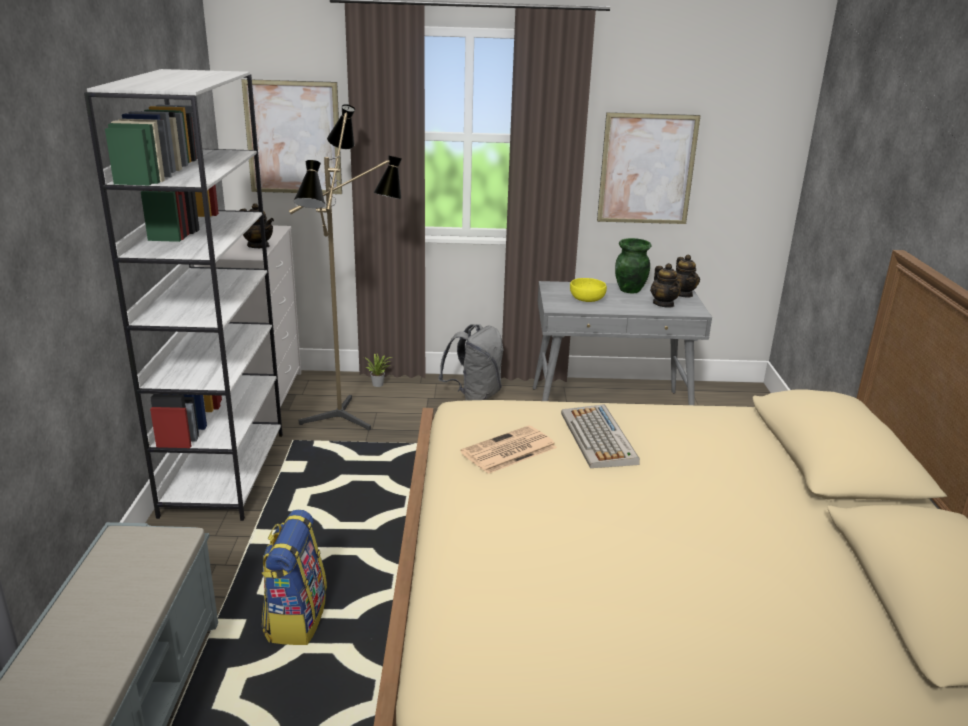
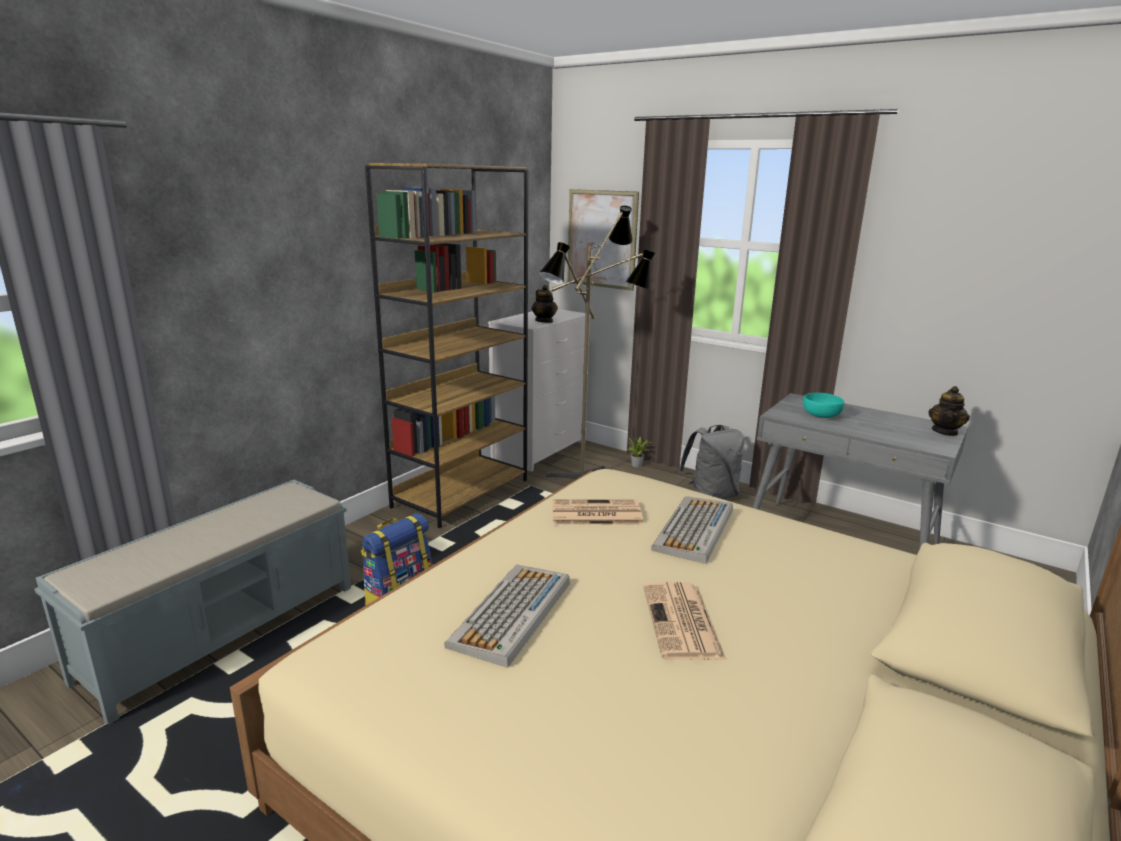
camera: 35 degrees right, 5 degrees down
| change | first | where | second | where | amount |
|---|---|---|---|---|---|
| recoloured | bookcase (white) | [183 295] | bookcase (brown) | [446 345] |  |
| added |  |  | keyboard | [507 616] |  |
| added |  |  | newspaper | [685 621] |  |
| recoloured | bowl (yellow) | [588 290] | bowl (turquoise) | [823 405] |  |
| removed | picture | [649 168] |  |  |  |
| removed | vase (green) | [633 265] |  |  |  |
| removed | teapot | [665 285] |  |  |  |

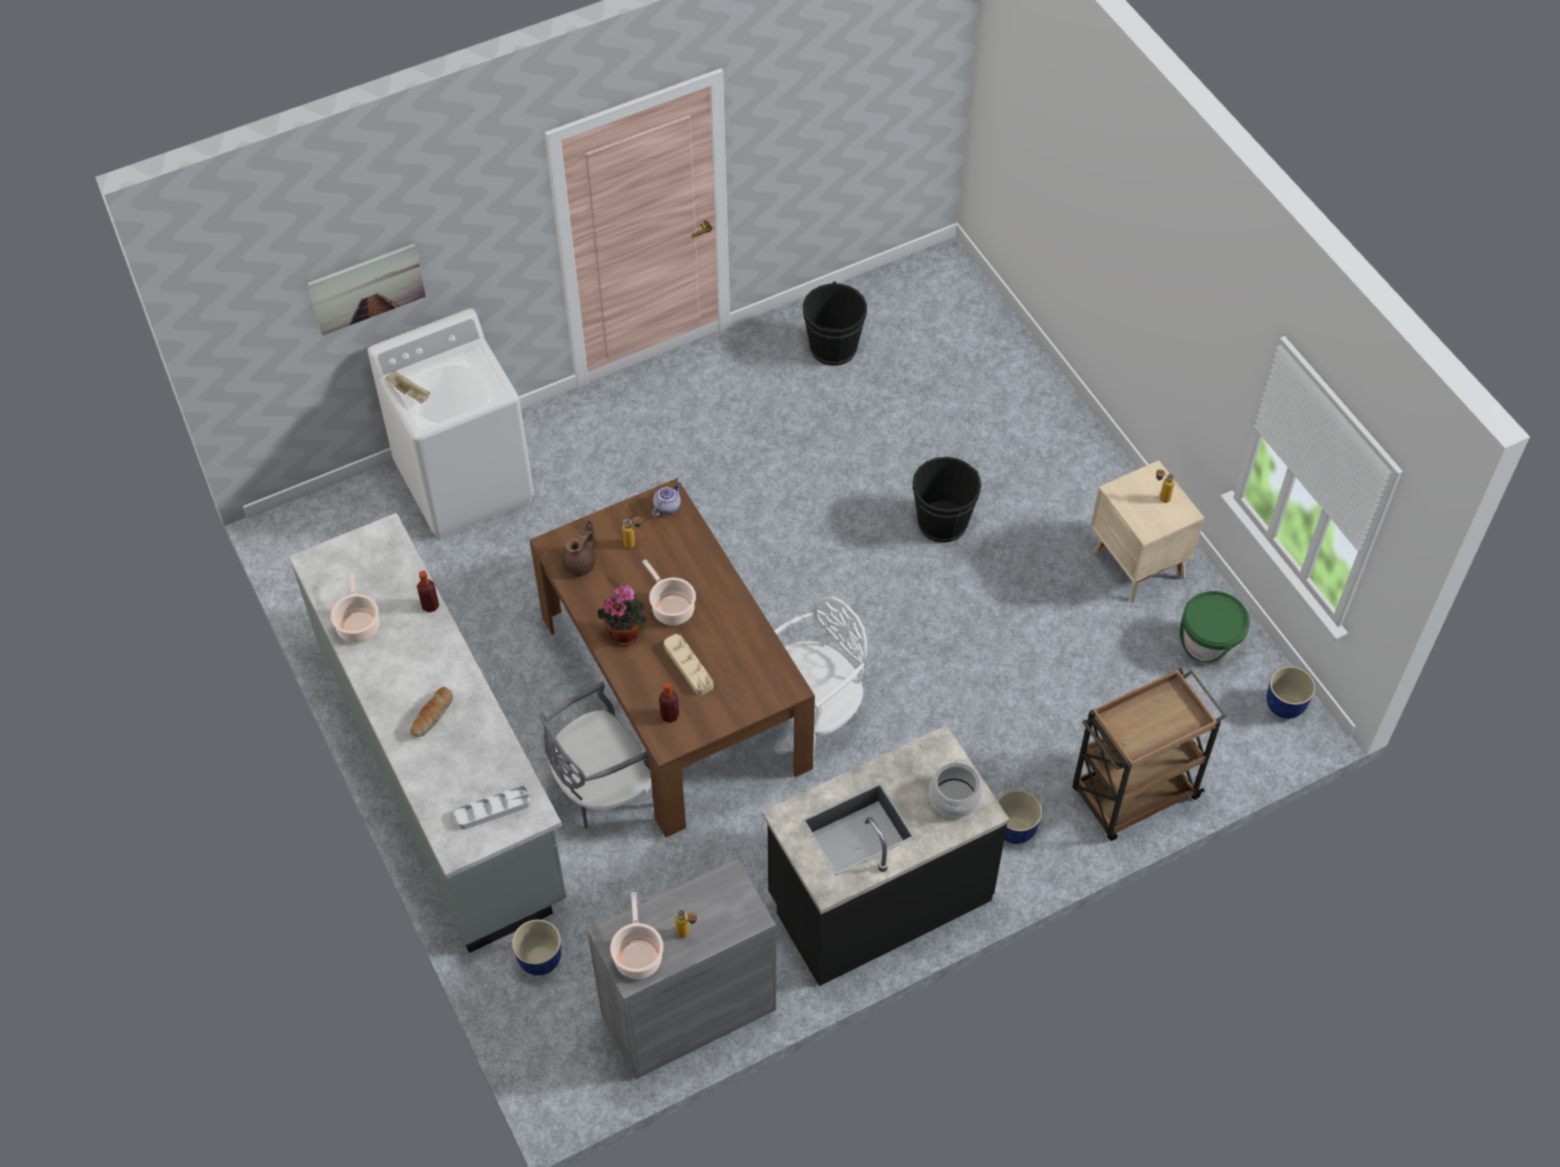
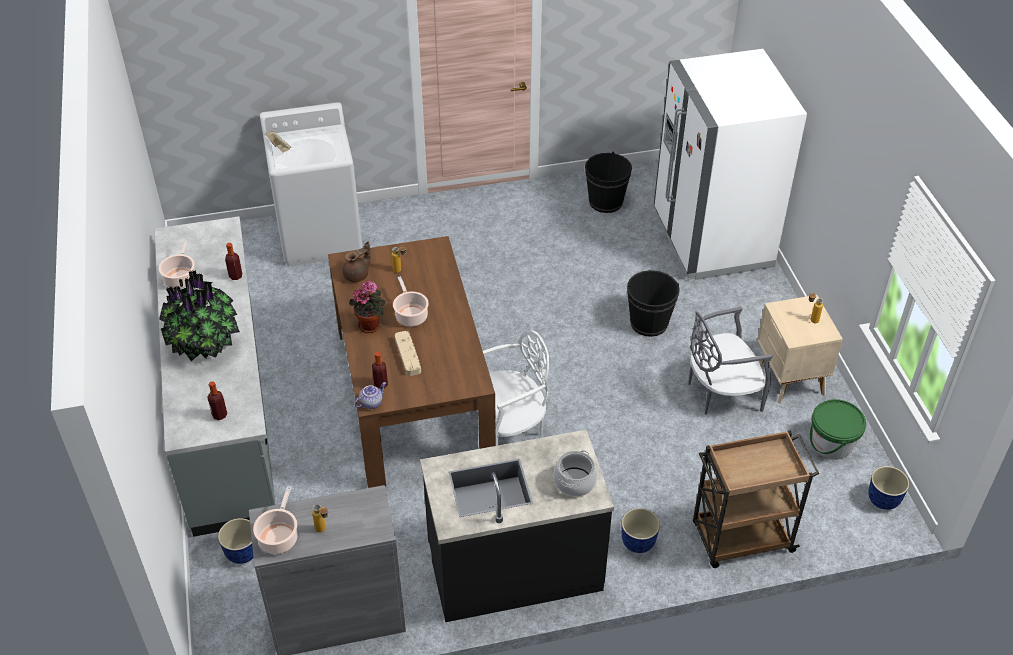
camera: 15 degrees right, 10 degrees down
| change | first | where | second | where | amount |
|---|---|---|---|---|---|
| replaced | bread | [431 712] | potted plant | [199 315] |  |
| replaced | tray (grey) | [493 808] | bottle | [217 400] |  |
| moved | teapot | [666 498] |  | [370 395] |  |
| added |  |  | fridge (white) | [730 164] |  |
| moved | chair (grey) | [595 755] |  | [730 361] |  |
| removed | picture | [367 290] |  |  |  |

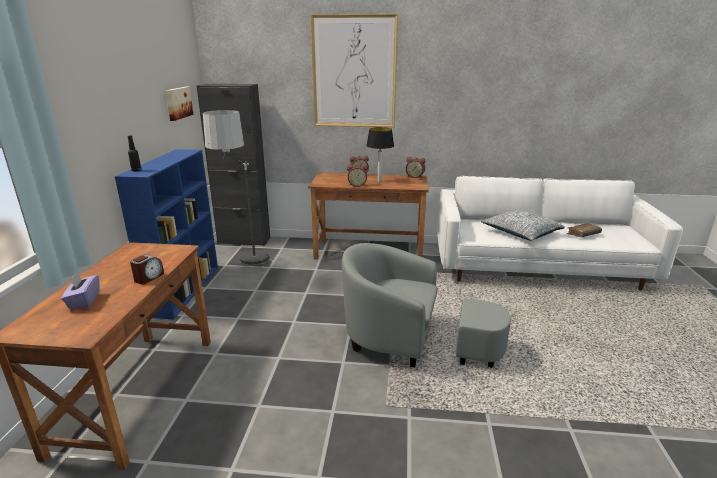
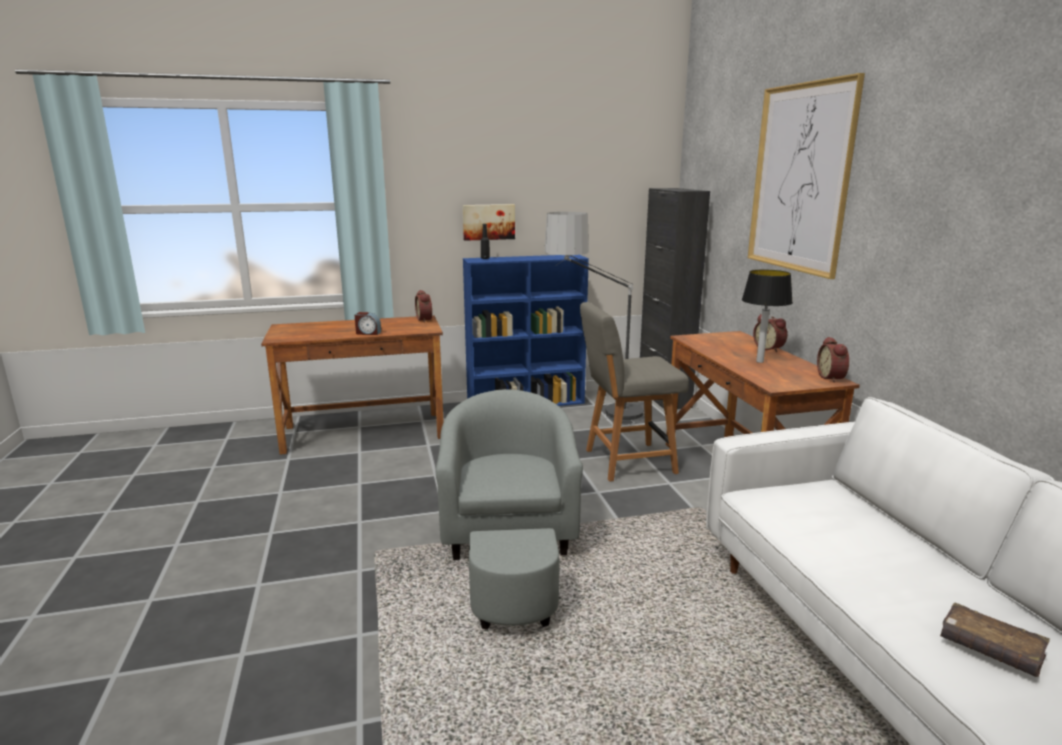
camera: 70 degrees right, 5 degrees down
| change | first | where | second | where | amount |
|---|---|---|---|---|---|
| moved | alarm clock | [357 176] |  | [423 306] |  |
| moved | picture | [179 104] |  | [488 222] |  |
| added |  |  | chair (grey) | [634 392] |  |
| removed | tissue box (purple) | [80 291] |  |  |  |
| removed | pillow | [523 225] |  |  |  |

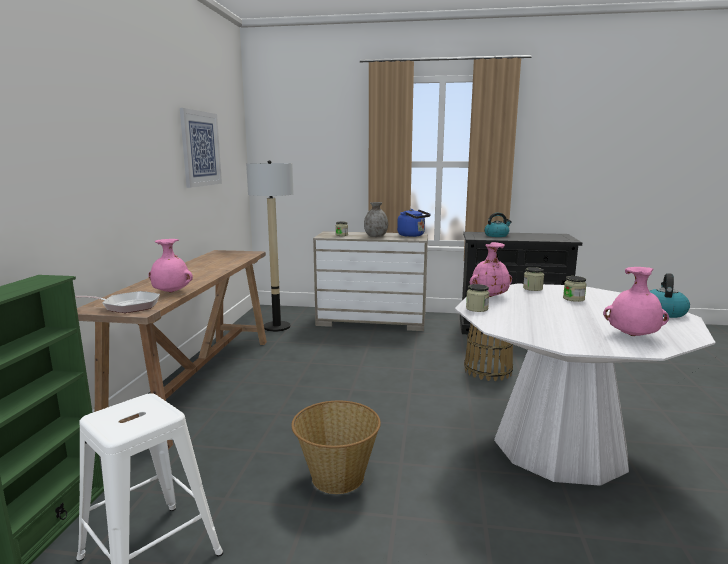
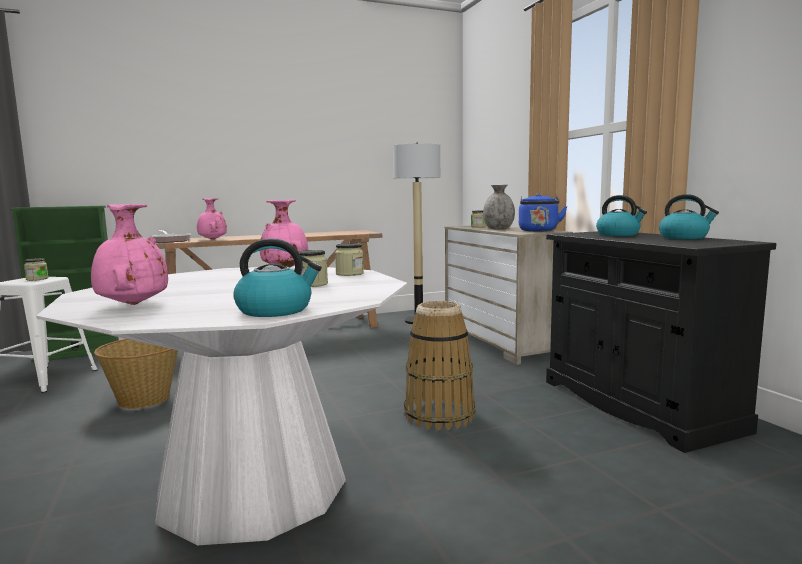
camera: 60 degrees right, 5 degrees down
| change | first | where | second | where | amount |
|---|---|---|---|---|---|
| moved | jar | [477 298] |  | [36 269] |  |
| added |  |  | kettle | [689 216] |  |
| removed | picture | [201 148] |  |  |  |

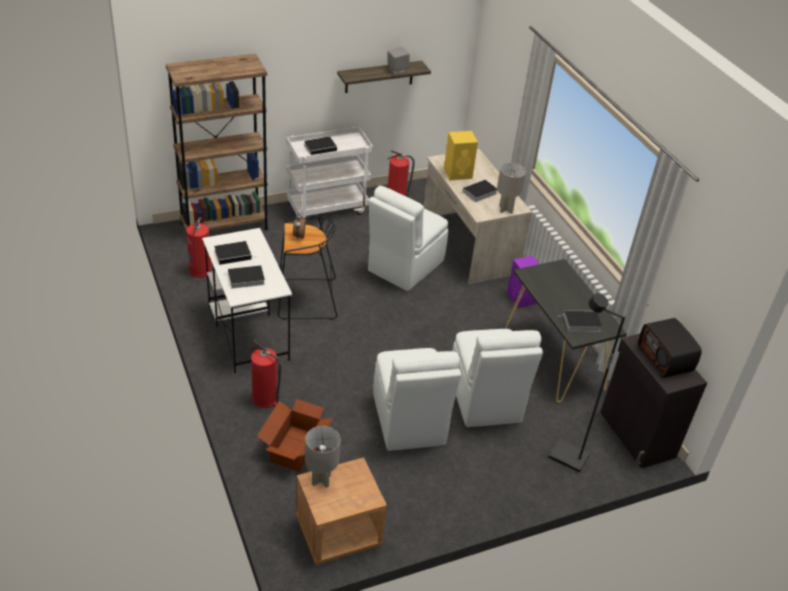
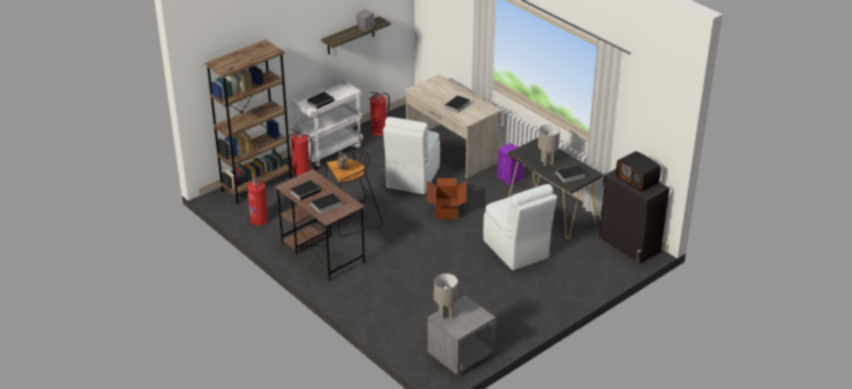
camera: 15 degrees left, 5 degrees down
| change | first | where | second | where | amount |
|---|---|---|---|---|---|
| recoloured | desk (white) | [247 300] | desk (brown) | [320 225] |  |
| moved | fire extinguisher | [265 374] |  | [301 152] |  |
| moved | cardboard box | [295 435] |  | [447 198] |  |
| recoloured | nightstand (brown) | [341 511] | nightstand (grey) | [461 335] |  |
| moved | table lamp (grey) | [511 188] |  | [549 145] |  |
| removed | chair (white) | [417 399] |  |  |  |
| removed | speaker (yellow) | [461 155] |  |  |  |
| removed | floor lamp (black) | [586 382] |  |  |  |

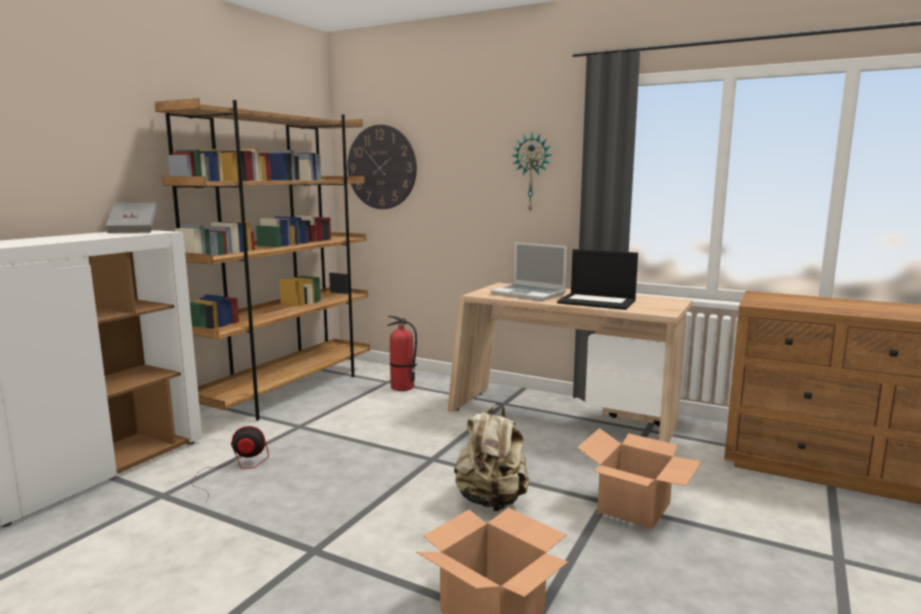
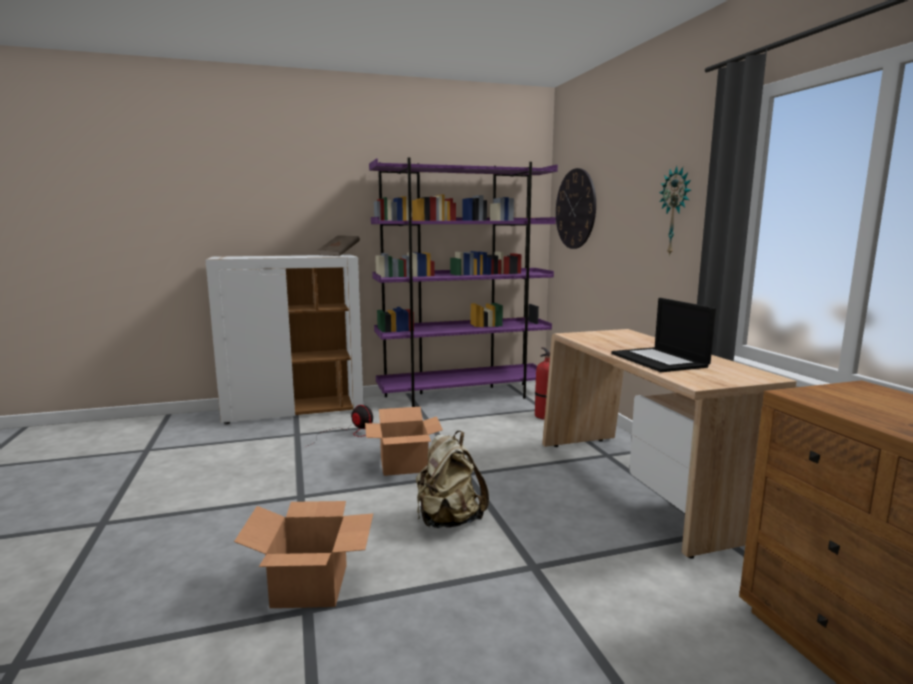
camera: 45 degrees right, 0 degrees up
| change | first | where | second | where | amount |
|---|---|---|---|---|---|
| recoloured | book (grey) | [132 218] | book (brown) | [338 245] |  |
| moved | cardboard box | [639 478] |  | [404 441] |  |
| recoloured | bookcase (brown) | [262 259] | bookcase (purple) | [463 282] |  |
| removed | laptop | [529 271] |  |  |  |

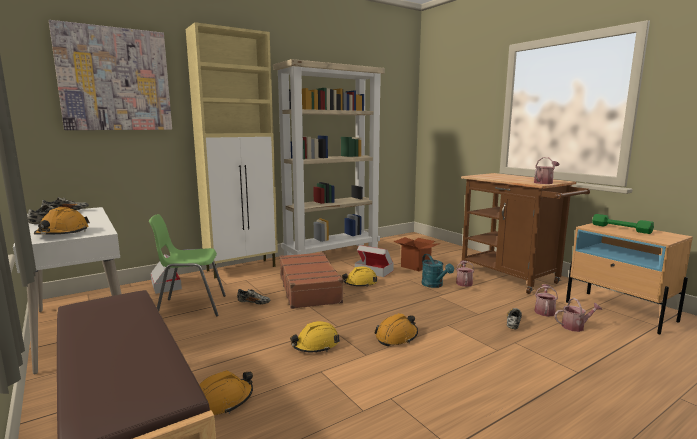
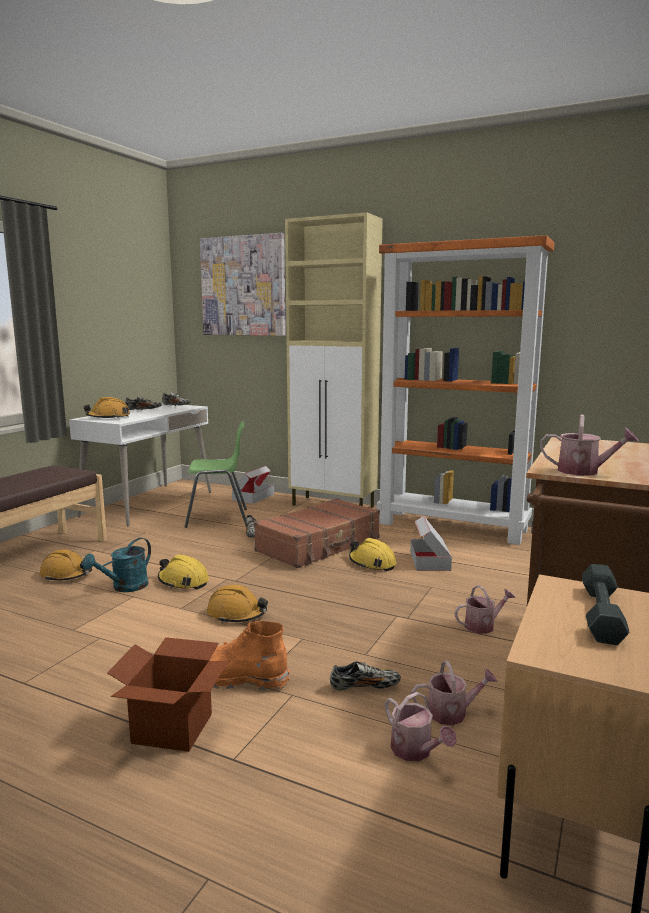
camera: 60 degrees right, 0 degrees up
| change | first | where | second | where | amount |
|---|---|---|---|---|---|
| moved | watering can (turquoise) | [438 271] |  | [116 565] |  |
| moved | cardboard box | [417 254] |  | [168 694] |  |
| turned | chair (green) | [187 265] |  | [216 474] | 120 degrees clockwise |
| added |  |  | boot (orange) | [249 656] |  |
| recoloured | bookcase (beige) | [329 157] | bookcase (orange) | [465 390] |  |
| recoloured | dumbbell (green) | [623 224] | dumbbell (grey) | [605 604] |  |

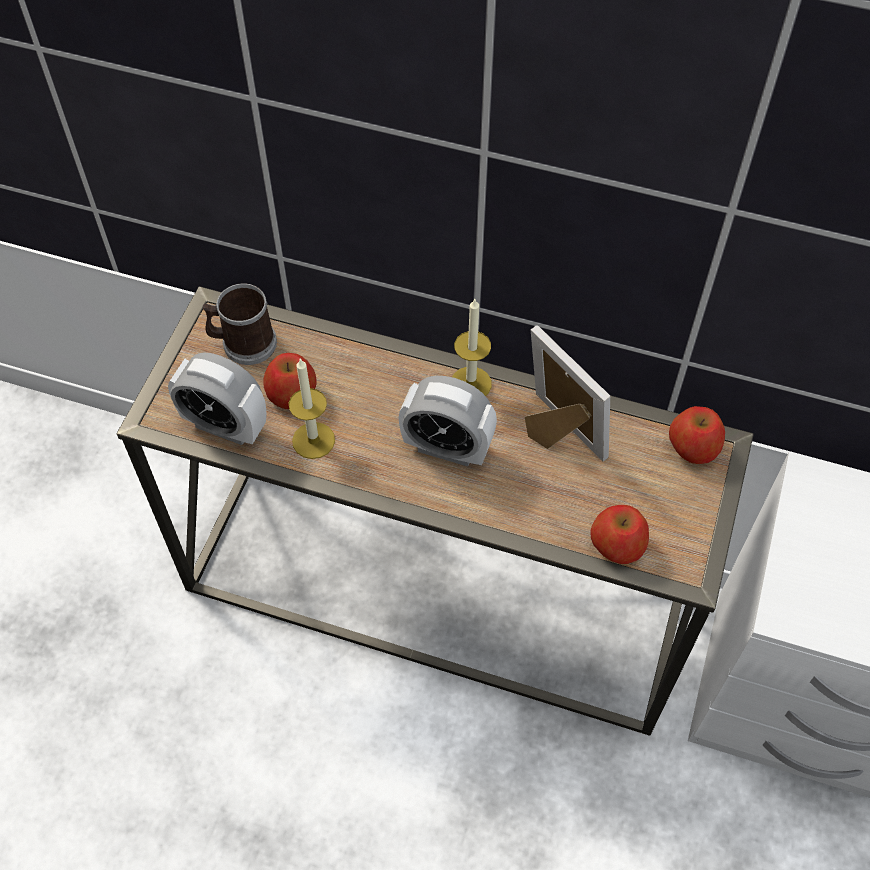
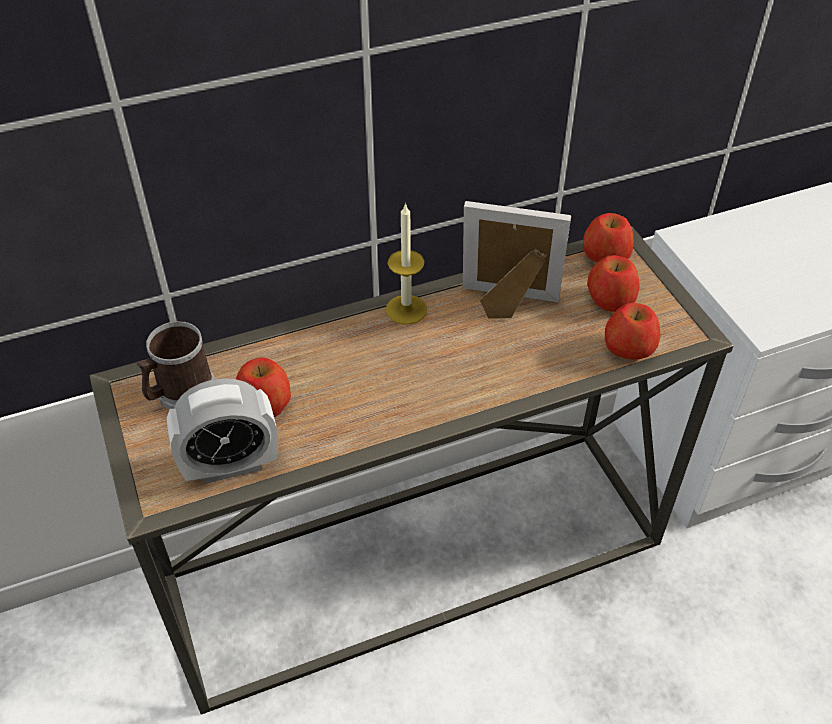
camera: 40 degrees left, 10 degrees down
| change | first | where | second | where | amount |
|---|---|---|---|---|---|
| added |  |  | apple | [613 283] |  |
| removed | candle | [312 408] |  |  |  |
| removed | alarm clock | [447 421] |  |  |  |

